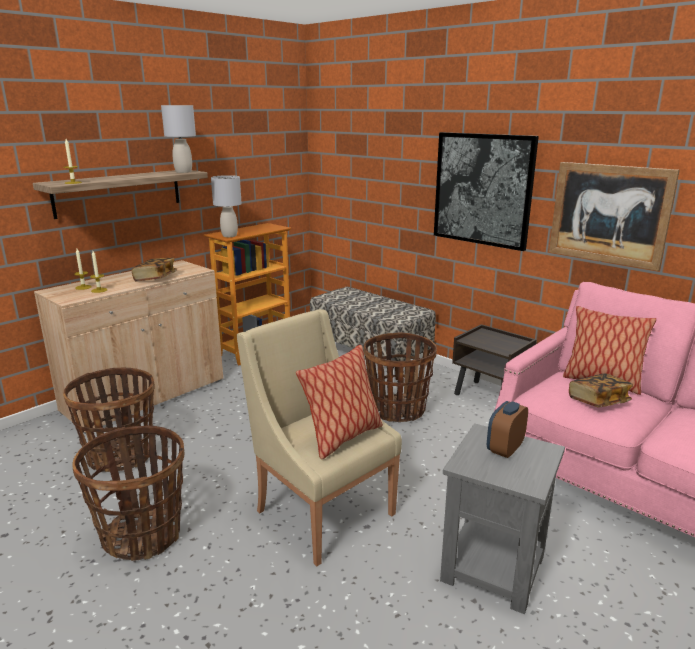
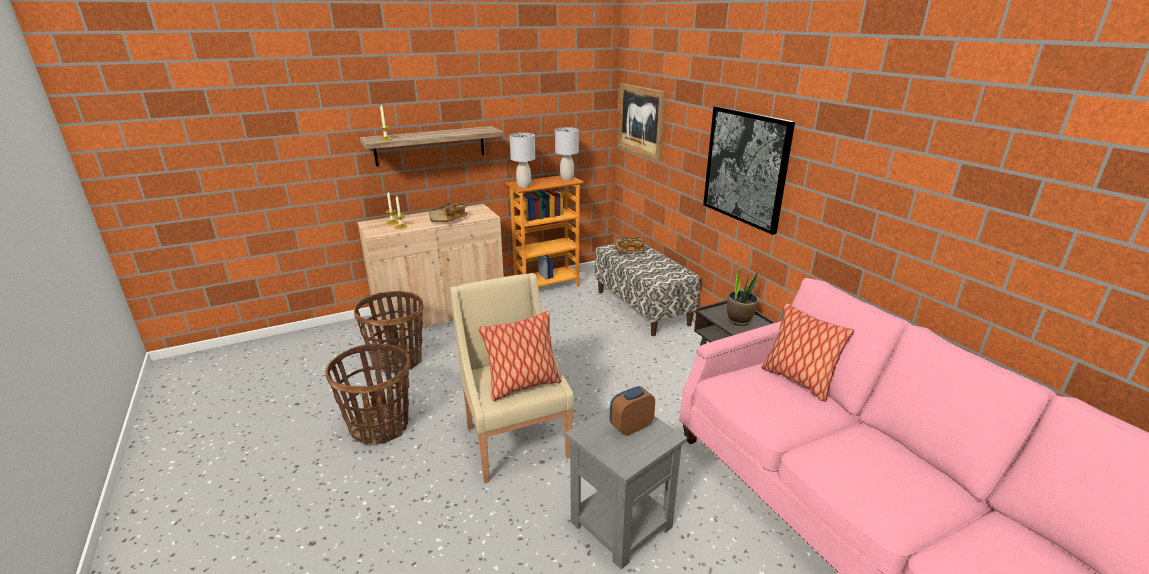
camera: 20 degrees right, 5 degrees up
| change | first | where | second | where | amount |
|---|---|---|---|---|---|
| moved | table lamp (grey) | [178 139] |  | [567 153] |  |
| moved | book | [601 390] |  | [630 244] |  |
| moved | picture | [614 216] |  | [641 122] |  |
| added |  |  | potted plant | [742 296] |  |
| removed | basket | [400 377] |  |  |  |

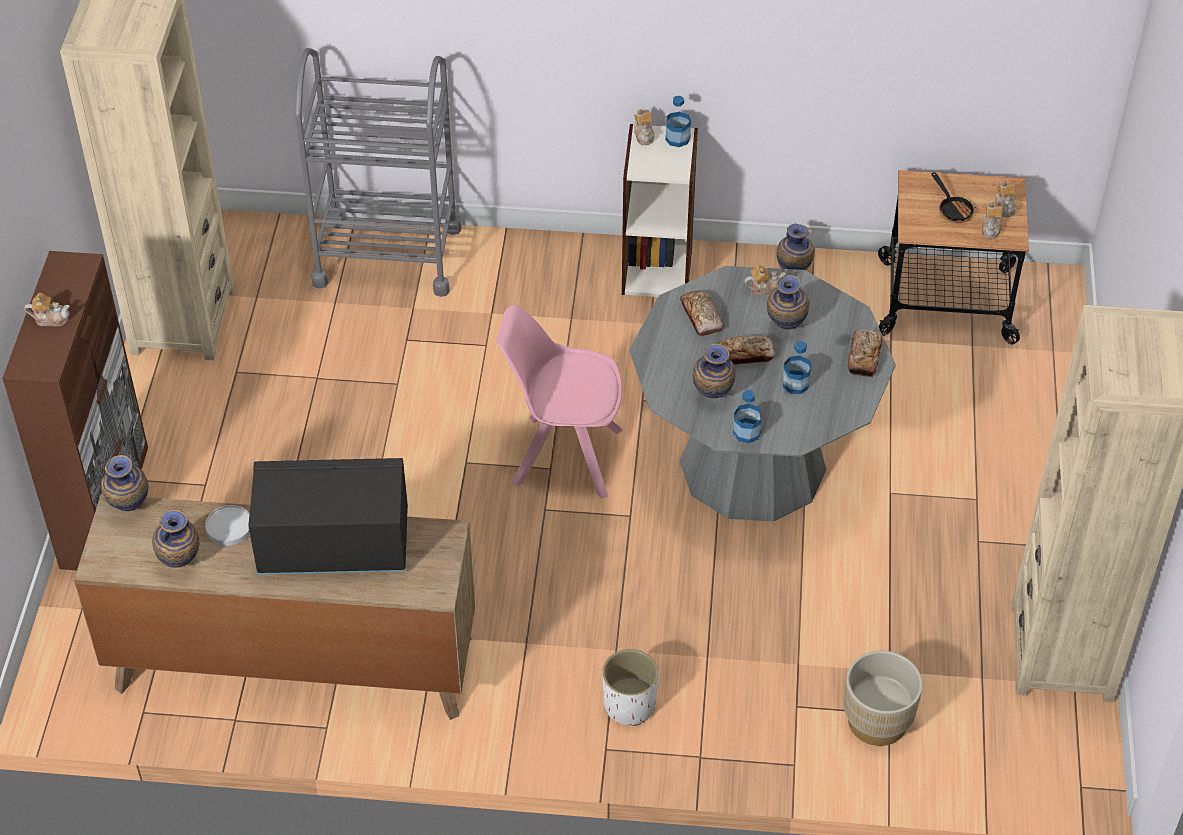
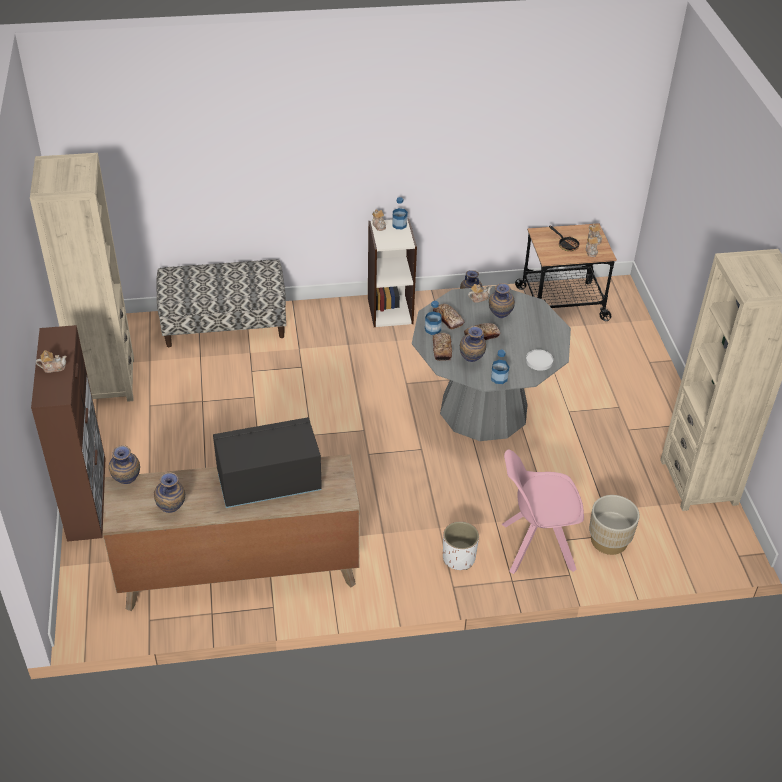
camera: 15 degrees left, 5 degrees down
| change | first | where | second | where | amount |
|---|---|---|---|---|---|
| replaced | cart (grey) | [378 172] | bench | [221 303] |  |
| moved | bottle | [797 367] |  | [433 318] |  |
| moved | bread | [865 353] |  | [442 347] |  |
| moved | chair (pink) | [559 402] |  | [543 512] |  |
| moved | plate (white) | [227 525] |  | [539 360] |  |

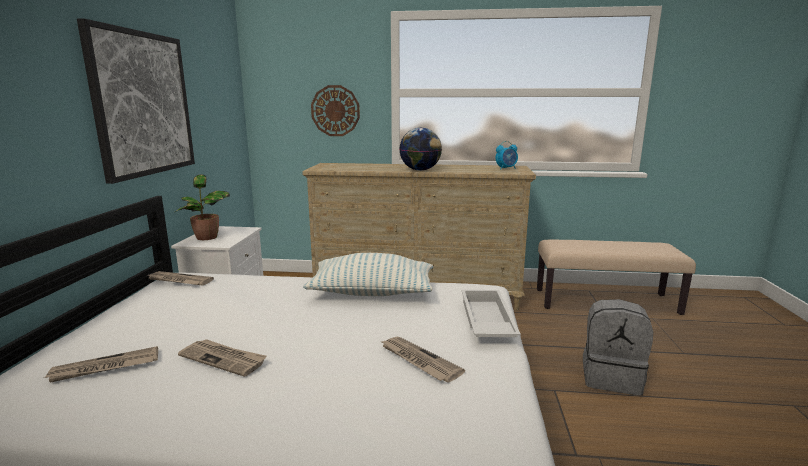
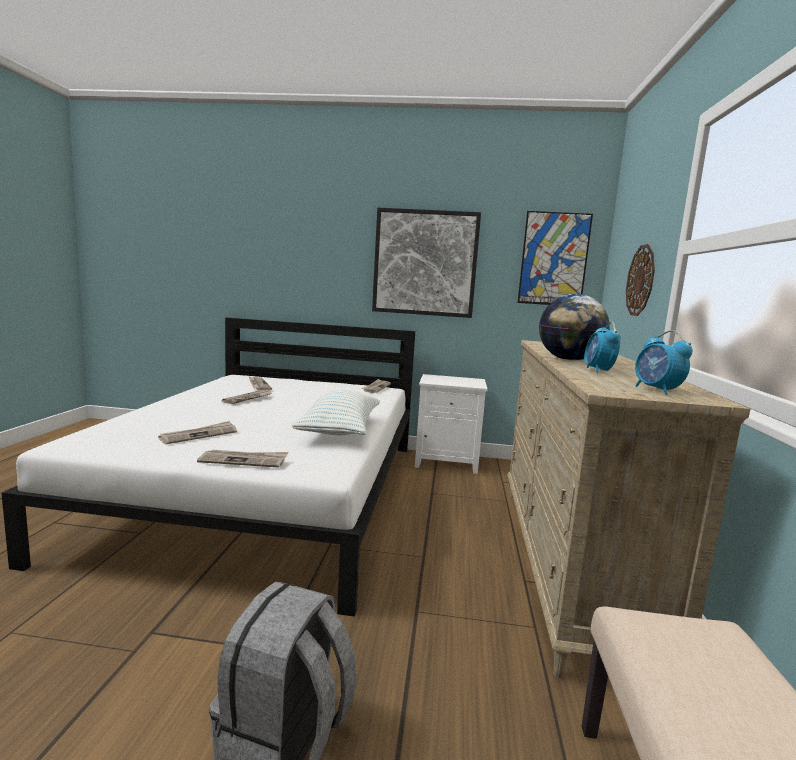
camera: 90 degrees right, 5 degrees down
| change | first | where | second | where | amount |
|---|---|---|---|---|---|
| replaced | tray (white) | [491 313] | newspaper | [242 458] |  |
| added |  |  | picture | [555 258] |  |
| added |  |  | alarm clock | [602 347] |  |
| removed | potted plant | [202 207] |  |  |  |

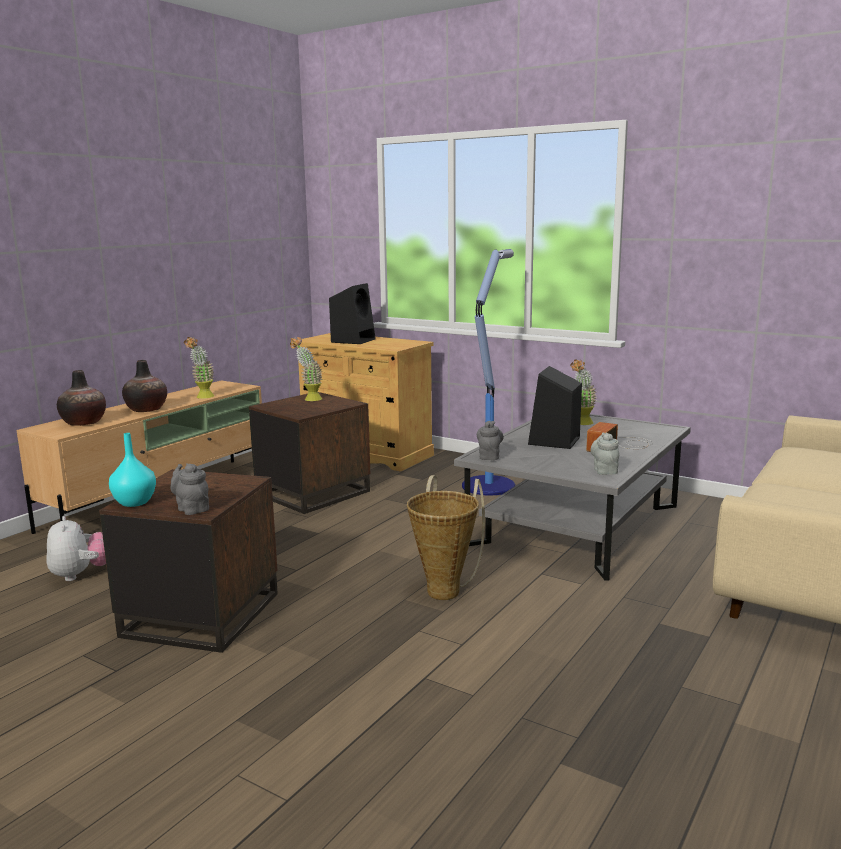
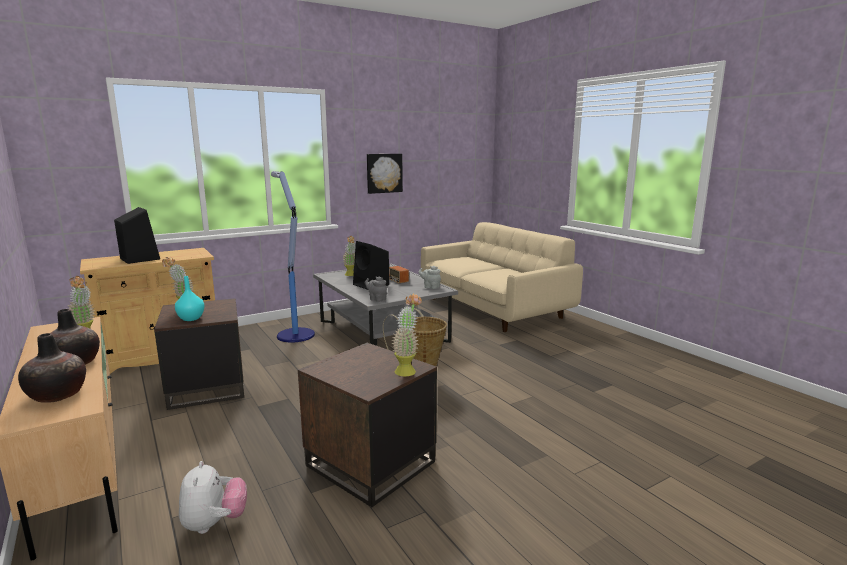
camera: 65 degrees left, 0 degrees up
| change | first | where | second | where | amount |
|---|---|---|---|---|---|
| moved | vase (turquoise) | [132 470] |  | [190 298] |  |
| turned | plush toy | [76 548] |  | [213 497] | 75 degrees clockwise |
| added |  |  | picture | [385 174] |  |
| replaced | teapot (grey) | [189 489] | potted plant | [406 334] |  |

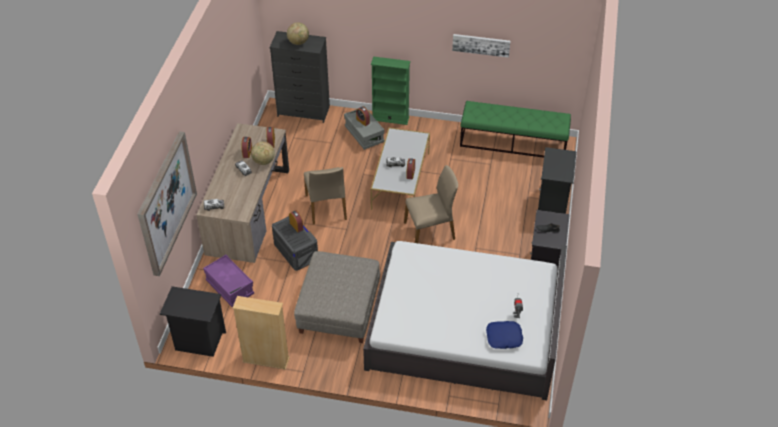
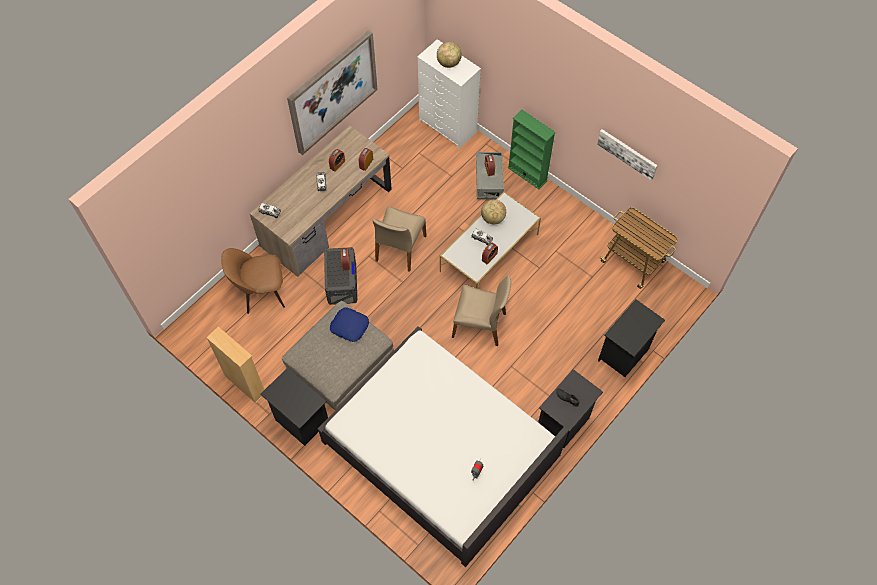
camera: 30 degrees right, 15 degrees up
| change | first | where | second | where | amount |
|---|---|---|---|---|---|
| replaced | storage box (purple) | [228 281] | chair (brown) | [253 281] |  |
| moved | nightstand (black) | [193 321] |  | [294 407] |  |
| moved | picture | [167 203] |  | [332 92] |  |
| moved | pillow (blue) | [504 335] |  | [349 324] |  |
| recoloured | dresser (black) | [300 77] | dresser (white) | [449 94] |  |
| moved | globe | [263 153] |  | [493 211] |  |
| replaced | bench (green) | [515 129] | cart | [638 248] |  |

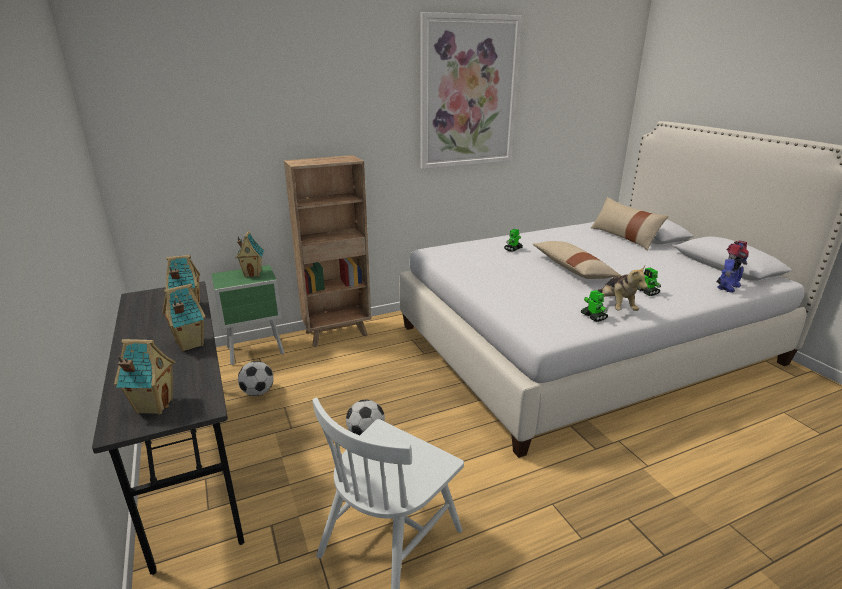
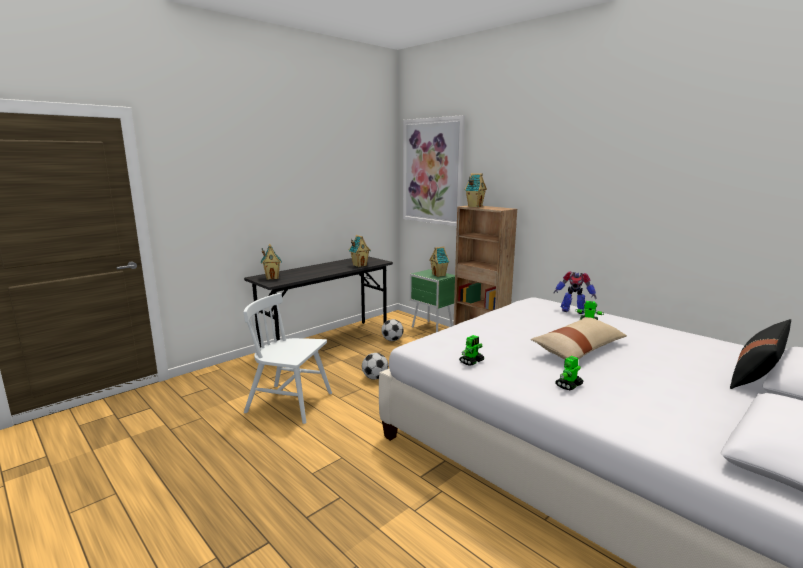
camera: 70 degrees right, 10 degrees down
| change | first | where | second | where | amount |
|---|---|---|---|---|---|
| moved | picture | [471 90] |  | [434 170] |  |
| moved | toy house | [184 318] |  | [476 190] |  |
| moved | toy robot | [732 266] |  | [574 292] |  |
| recoloured | pillow (beige) | [629 223] | pillow (black) | [760 354] |  |
| removed | plush toy | [622 288] |  |  |  |

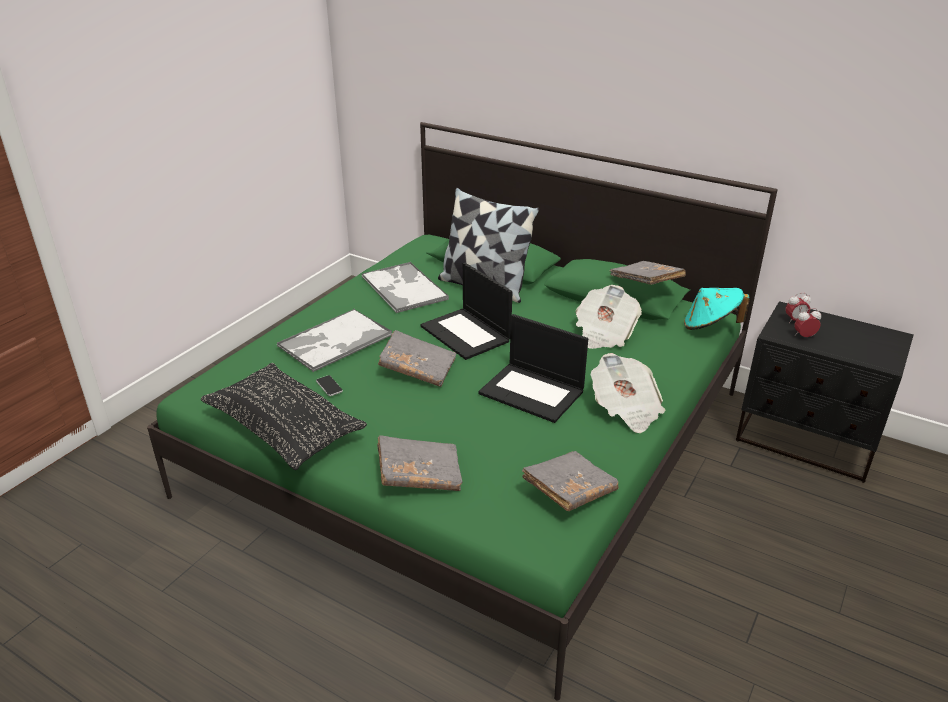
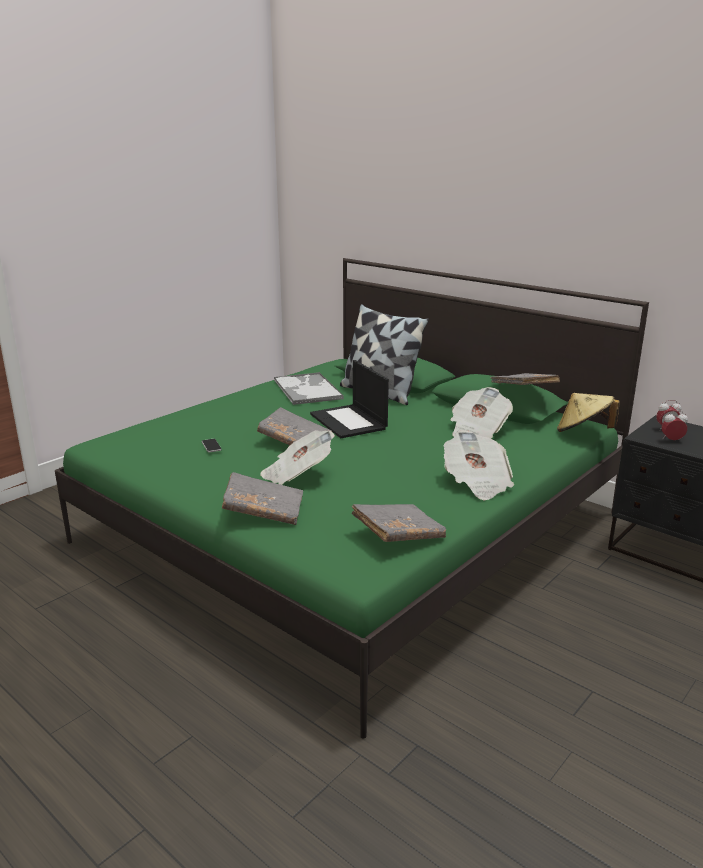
camera: 10 degrees right, 10 degrees down
| change | first | where | second | where | amount |
|---|---|---|---|---|---|
| added |  |  | newspaper | [297 457] |  |
| recoloured | hat (turquoise) | [717 309] | hat (beige) | [588 412] |  |
| removed | pillow (black) | [284 416] |  |  |  |
| removed | tray | [334 340] |  |  |  |
| removed | laptop | [533 368] |  |  |  |

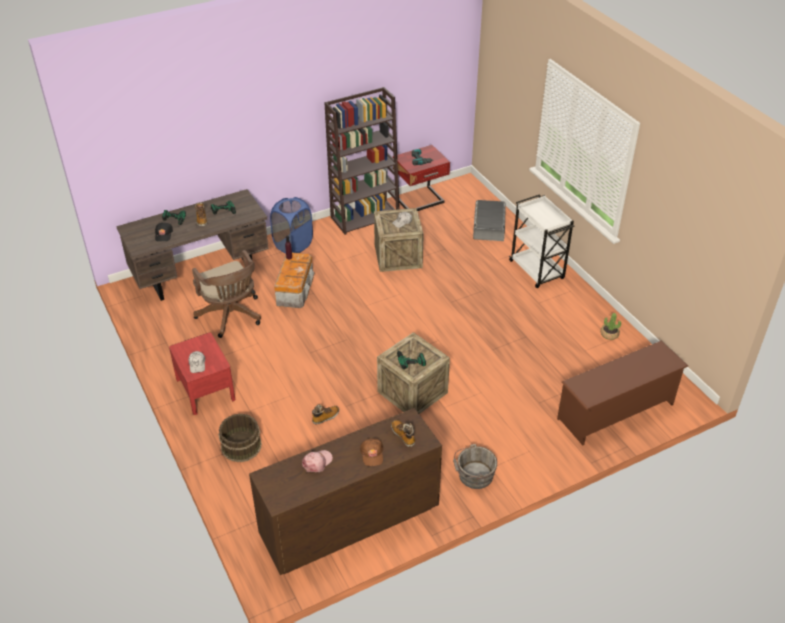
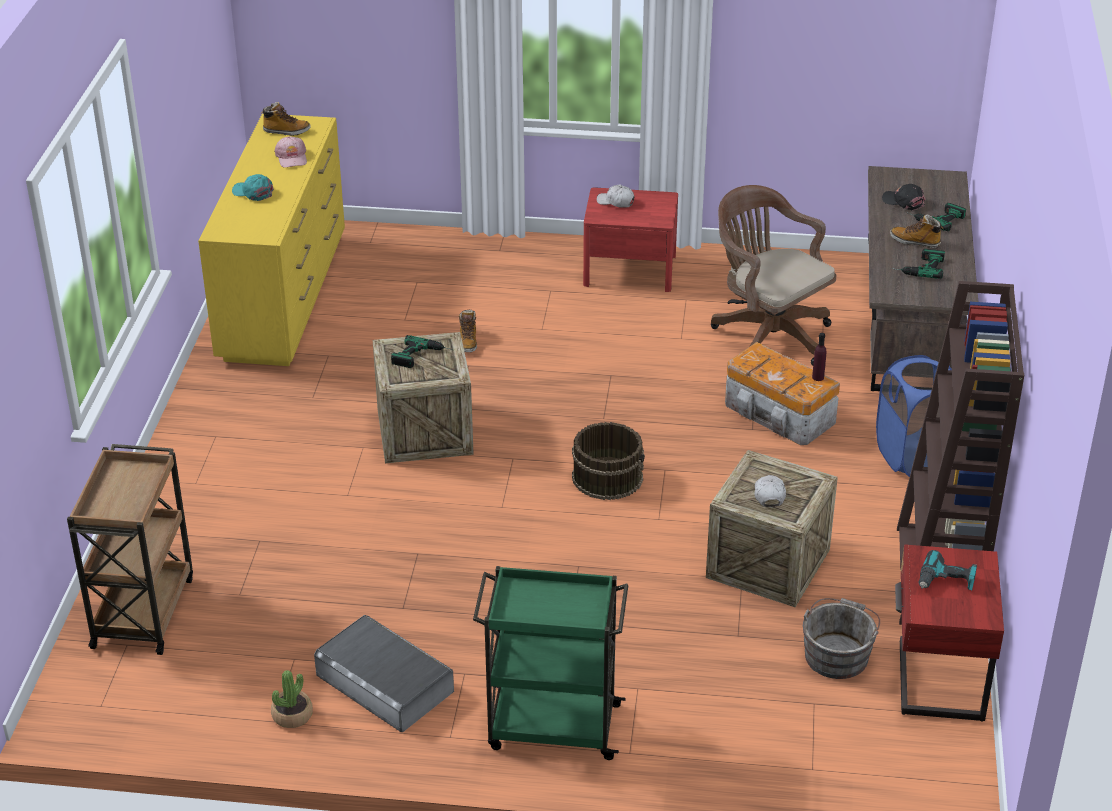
camera: 125 degrees right, 5 degrees down
| change | first | where | second | where | amount |
|---|---|---|---|---|---|
| replaced | shoe rack (brown) | [622 393] | cart (brown) | [130 549] |  |
| recoloured | dresser (brown) | [345 491] | dresser (yellow) | [271 239] |  |
| recoloured | cap (brown) | [371 452] | cap (turquoise) | [253 187] |  |
| moved | boot | [403 433] |  | [286 119] |  |
| moved | storage box (grey) | [489 220] |  | [384 673] |  |
| recoloured | cart (white) | [542 241] | cart (green) | [550 663] |  |
| moved | bucket (brown) | [240 438] |  | [608 461] |  |
| turned | office chair (brown) | [226 294] |  | [773 275] | 45 degrees clockwise |
| moved | bucket (grey) | [475 466] |  | [841 638] |  |

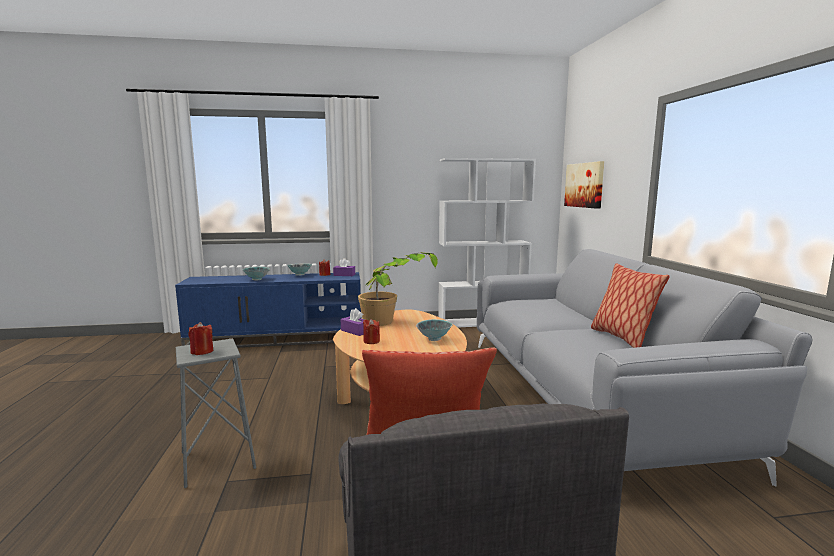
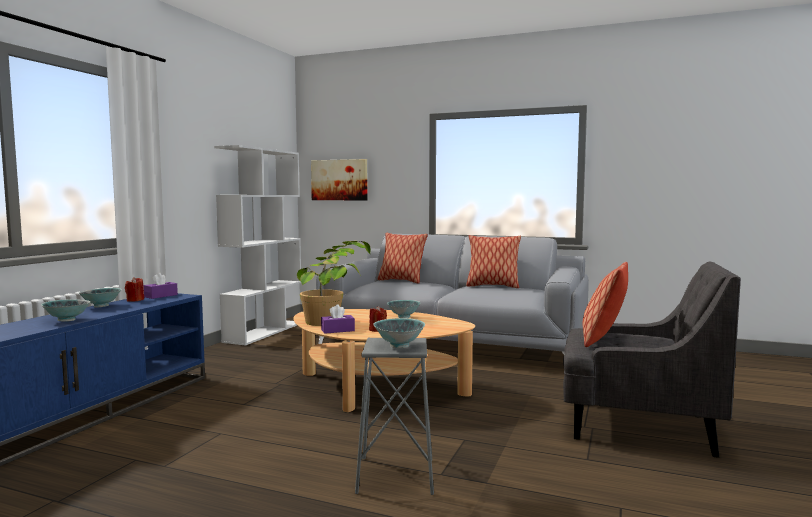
camera: 60 degrees left, 5 degrees down
| change | first | where | second | where | amount |
|---|---|---|---|---|---|
| replaced | candle (red) | [201 338] | bowl | [399 333] |  |
| added |  |  | pillow | [403 258] |  |

